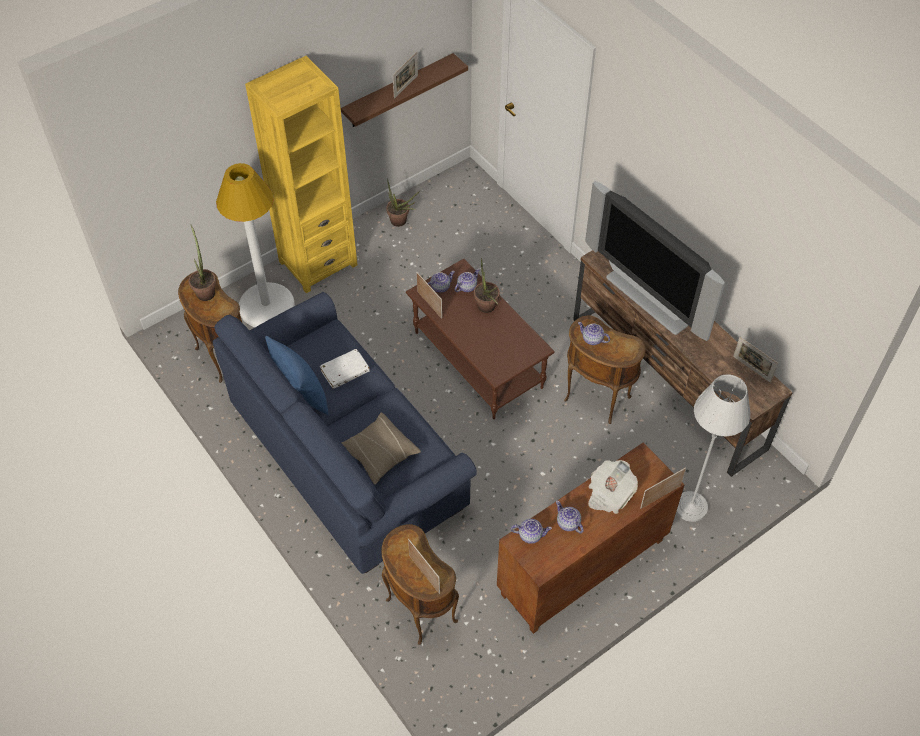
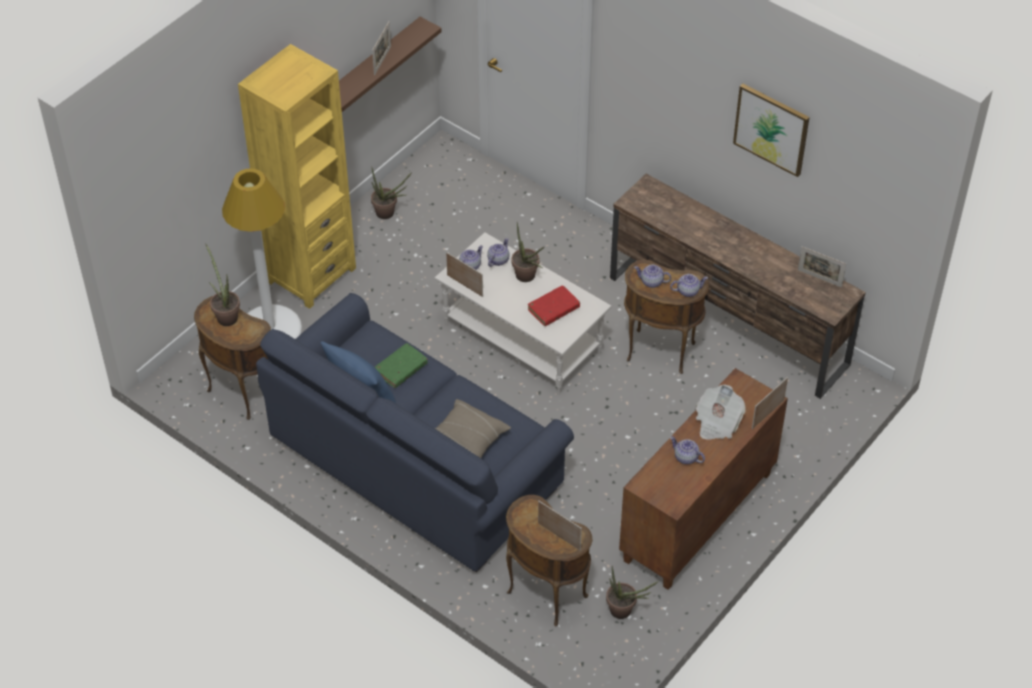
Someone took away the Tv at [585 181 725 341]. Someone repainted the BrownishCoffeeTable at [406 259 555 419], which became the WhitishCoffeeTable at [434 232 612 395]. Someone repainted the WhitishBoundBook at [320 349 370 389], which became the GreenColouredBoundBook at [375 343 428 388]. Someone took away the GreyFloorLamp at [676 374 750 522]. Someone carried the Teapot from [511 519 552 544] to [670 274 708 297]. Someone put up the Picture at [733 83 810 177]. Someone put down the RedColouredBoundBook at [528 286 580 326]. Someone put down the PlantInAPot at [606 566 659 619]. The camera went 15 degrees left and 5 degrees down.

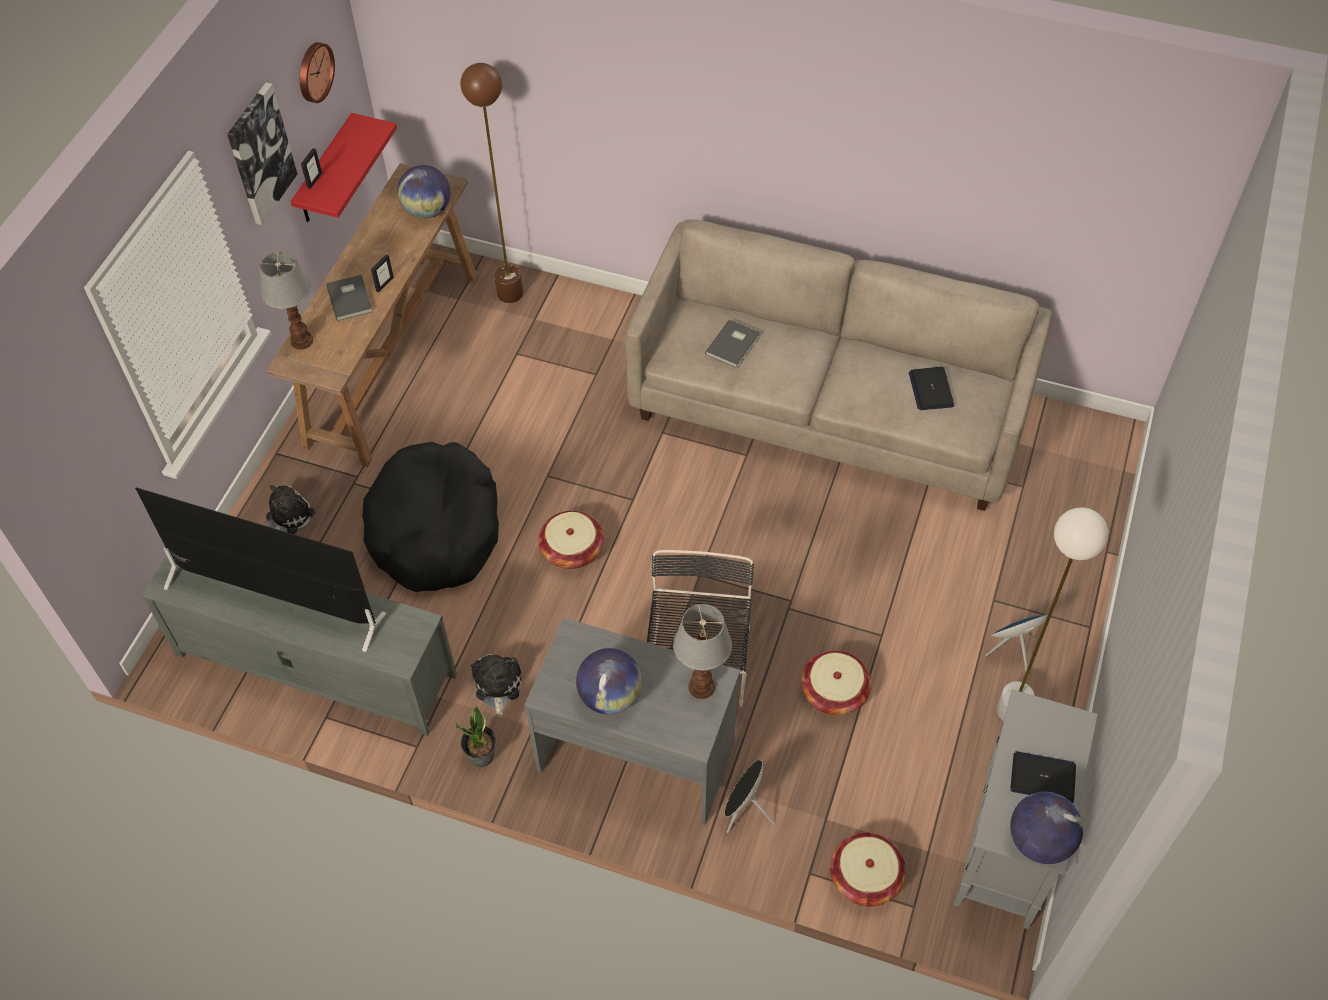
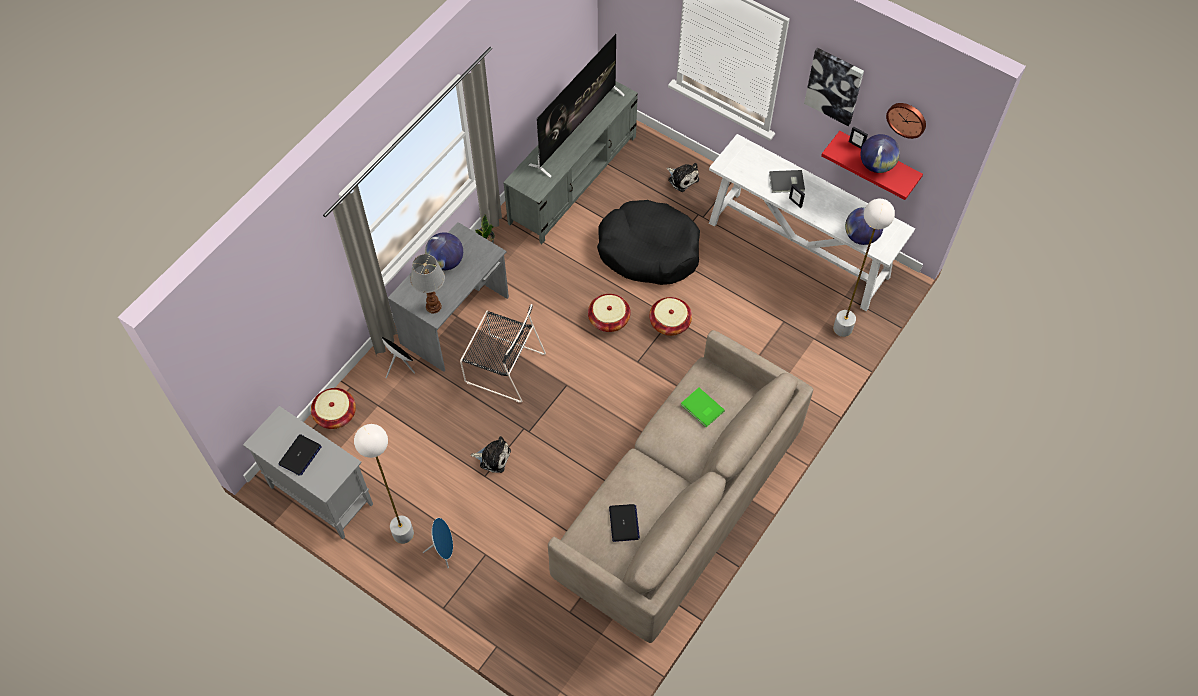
Someone repainted the BrownishFloorLamp at [460 63 523 303], which became the WhitishFloorLamp at [833 199 895 337]. Someone repainted the BrownishNarrowTable at [267 163 477 467], which became the WhitishNarrowTable at [709 134 915 311]. Someone took away the TableLamp at [260 251 313 350]. Someone repainted the GreyBoundBook at [705 320 760 368], which became the GreenColouredBoundBook at [681 388 725 428]. Someone rotated the PortableComputer at [909 367 954 410] by 75 degrees clockwise. Someone carried the StorageBasket from [801 650 871 715] to [649 297 692 336]. Someone carried the CuddlyToy from [471 654 522 717] to [470 436 511 473]. Someone carried the Globe from [1010 792 1083 864] to [861 134 900 173]. The camera went 105 degrees right and 5 degrees up.

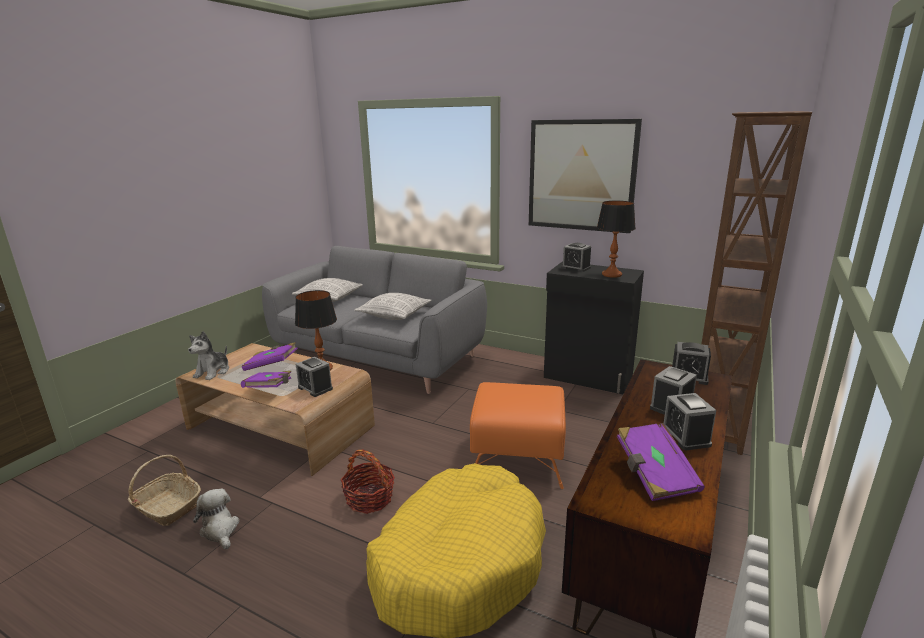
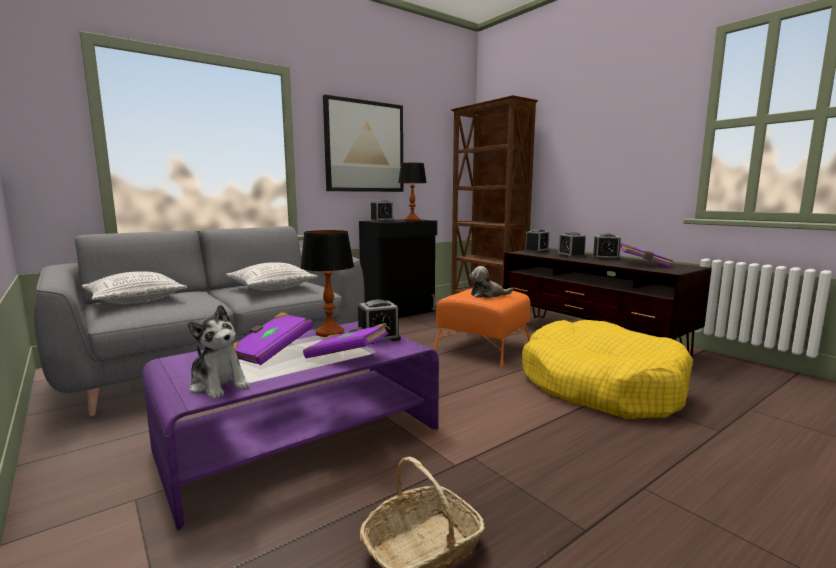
Someone repainted the BrownishCoffeeTable at [175 343 375 476], which became the PurpleColouredCoffeeTable at [142 322 439 530]. Someone took away the StorageBasket at [341 450 395 514]. Someone carried the CuddlyToy from [193 488 239 549] to [469 266 513 298]. The camera went 65 degrees left and 10 degrees down.

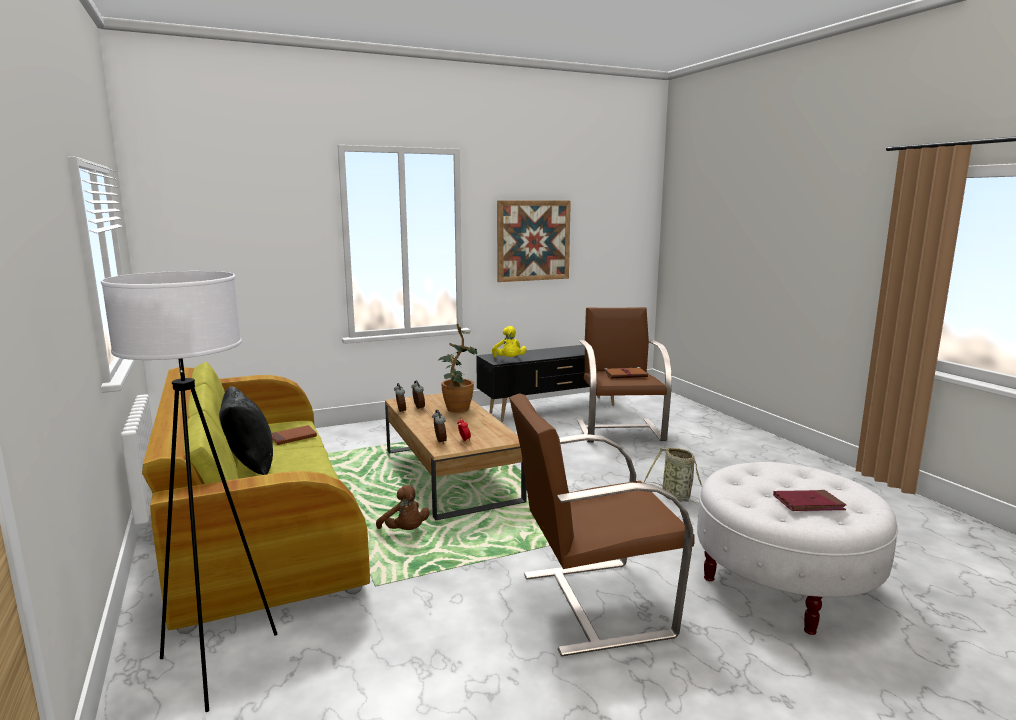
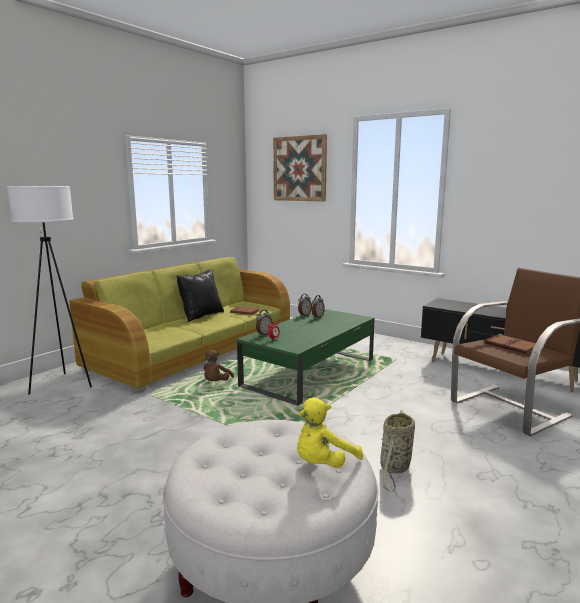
Someone carried the Picture from [497 201 571 282] to [273 134 327 202]. Someone took away the PlantInAPot at [438 324 477 413]. Someone carried the YellowCuddlyToy from [492 326 527 358] to [297 398 363 468]. Someone repainted the BrownishCoffeeTable at [385 393 527 520], which became the GreenColouredCoffeeTable at [237 309 375 406]. Someone took away the BrownishArmchair at [509 393 694 656]. Someone took away the RedColouredBoundBook at [773 490 846 511]. The camera went 60 degrees right and 0 degrees up.

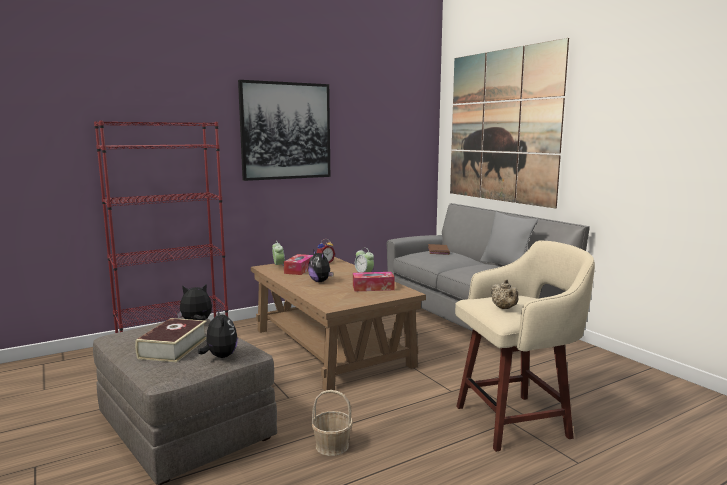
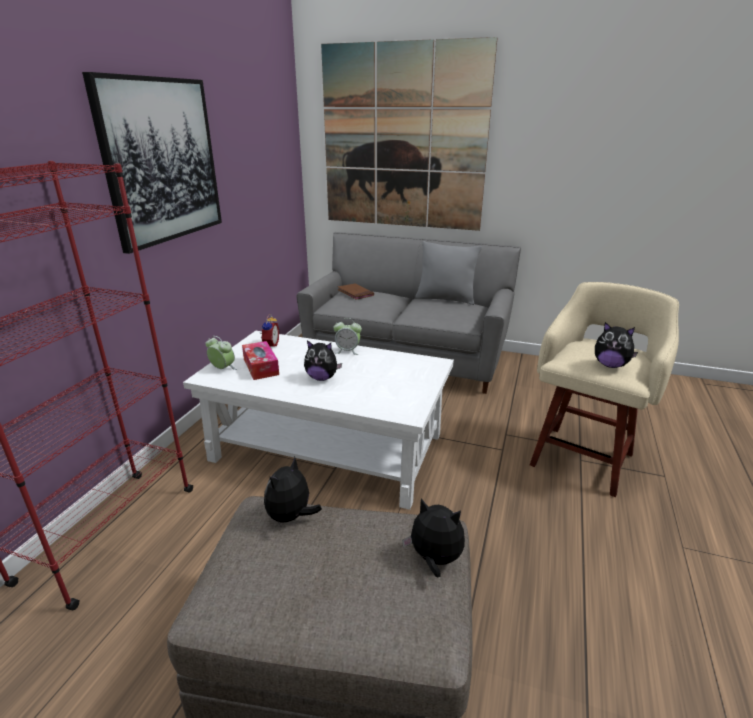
Someone repainted the BrownishCoffeeTable at [251 257 426 391], which became the WhitishCoffeeTable at [183 331 454 510]. Someone took away the TissueHolder at [353 272 395 291]. Someone swapped the SandColouredTeapot at [491 279 518 309] for the CuddlyToy at [595 322 638 368]. Someone took away the BoundBook at [135 318 207 362]. Someone took away the StorageBasket at [311 390 353 456]. The camera went 40 degrees left and 15 degrees up.

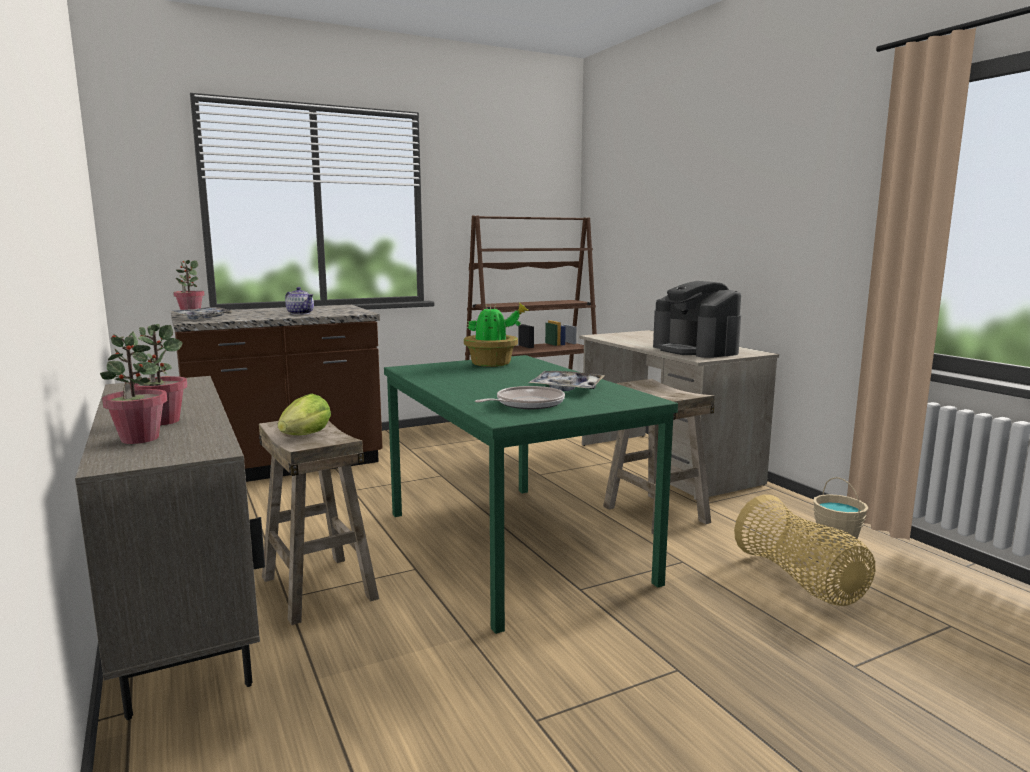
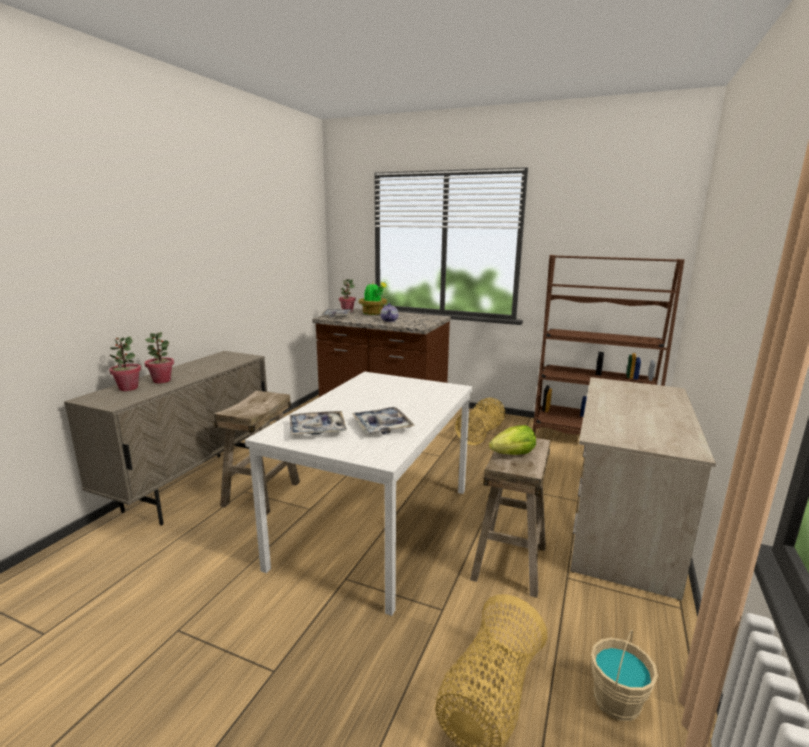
Someone took away the CoffeeMachine at [653 281 741 358]. Someone carried the PlantInAPot from [464 303 529 367] to [359 281 387 315]. Someone repainted the GreenColouredDinnerTable at [384 355 678 634], which became the WhitishDinnerTable at [245 372 472 616]. Someone swapped the Pan at [475 386 565 409] for the CarryingTray at [290 411 347 435]. Someone carried the HeadOfLettuce from [278 394 331 435] to [489 425 536 455]. Someone put down the StorageBasket at [455 398 505 445]. The camera went 50 degrees right and 5 degrees up.

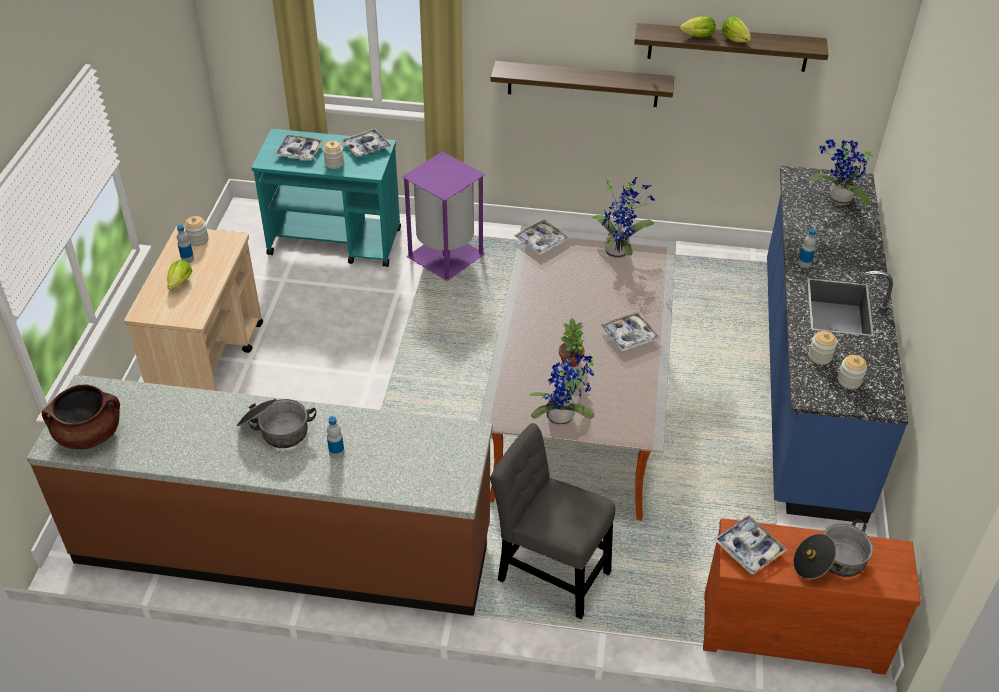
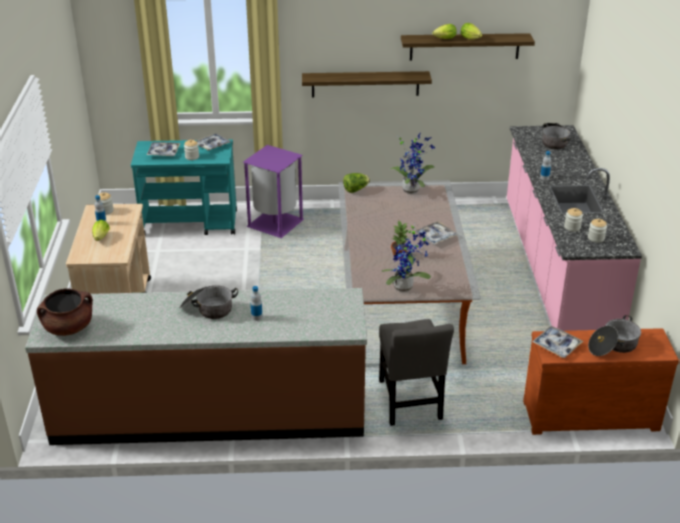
Someone swapped the PlantInAPot at [810 138 873 205] for the Saucepot at [542 123 570 149]. Someone repainted the BluishKitchenCounter at [767 165 909 524], which became the PinkColouredKitchenCounter at [507 125 642 331]. Someone swapped the CarryingTray at [514 219 569 255] for the HeadOfLettuce at [343 173 370 193]. Someone rotated the GreyPlainChair at [490 423 615 619] by 120 degrees counterclockwise. The camera went 10 degrees left and 10 degrees down.

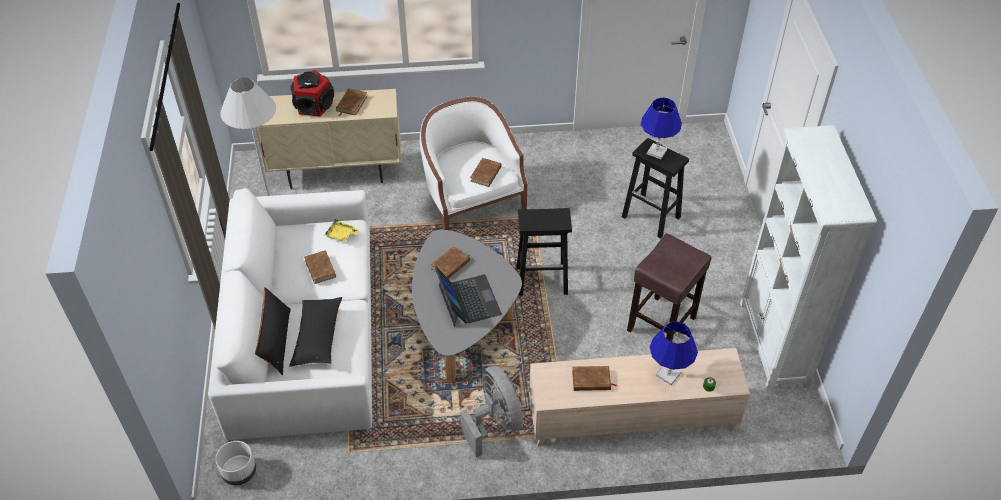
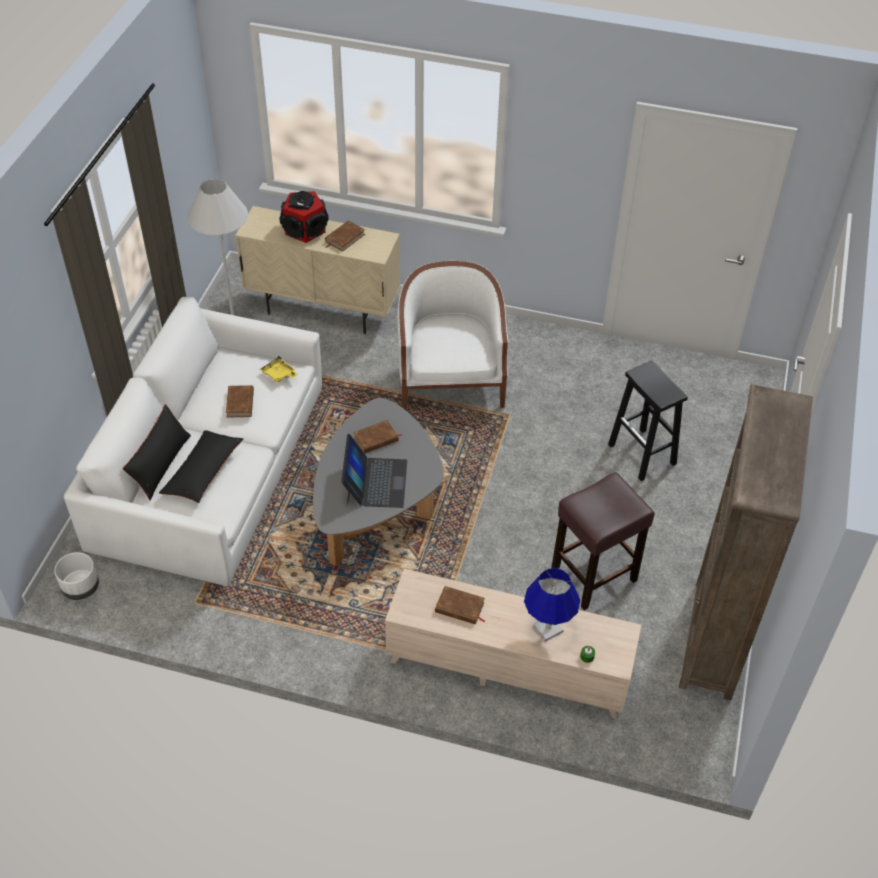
Someone took away the BluishTableLamp at [640 97 682 159]. Someone repainted the WhitishBookcase at [740 125 877 390], which became the BrownishBookcase at [679 384 813 701]. Someone took away the BrownishBoundBook at [470 158 501 187]. Someone took away the BlackStool at [517 208 572 296]. Someone took away the GreyFan at [460 366 523 458]. The camera went 20 degrees right and 0 degrees up.

